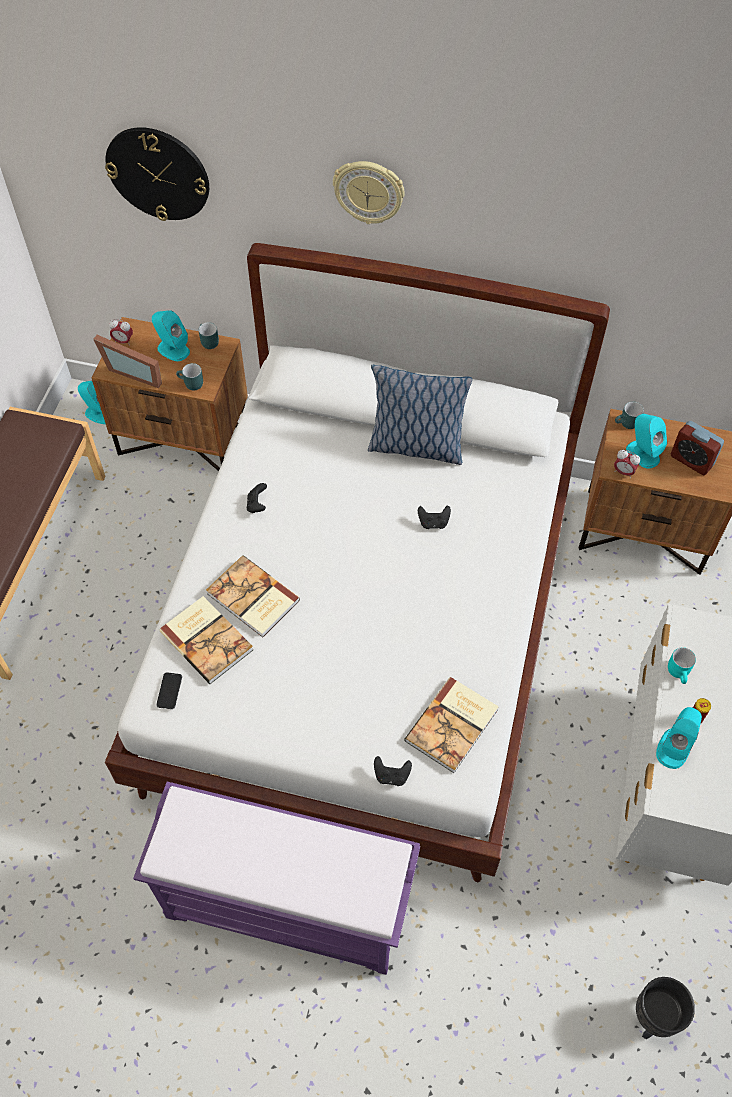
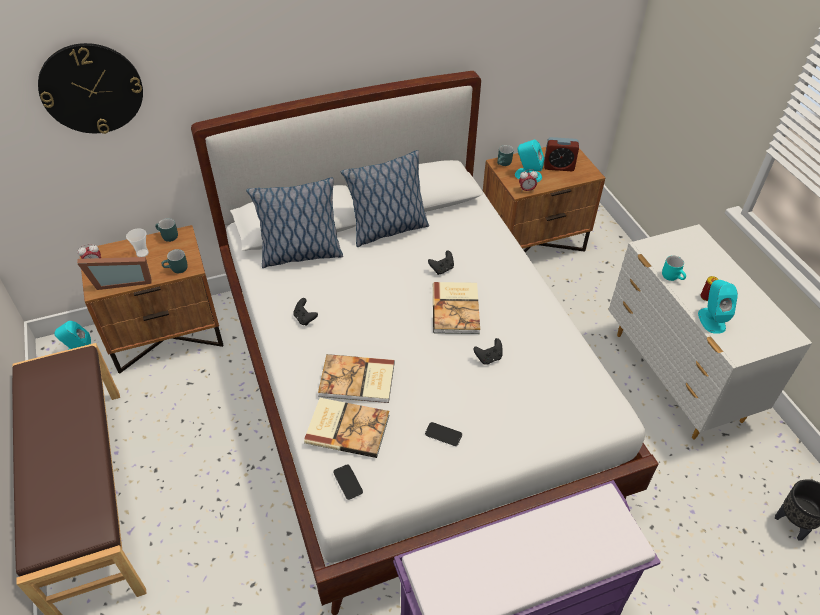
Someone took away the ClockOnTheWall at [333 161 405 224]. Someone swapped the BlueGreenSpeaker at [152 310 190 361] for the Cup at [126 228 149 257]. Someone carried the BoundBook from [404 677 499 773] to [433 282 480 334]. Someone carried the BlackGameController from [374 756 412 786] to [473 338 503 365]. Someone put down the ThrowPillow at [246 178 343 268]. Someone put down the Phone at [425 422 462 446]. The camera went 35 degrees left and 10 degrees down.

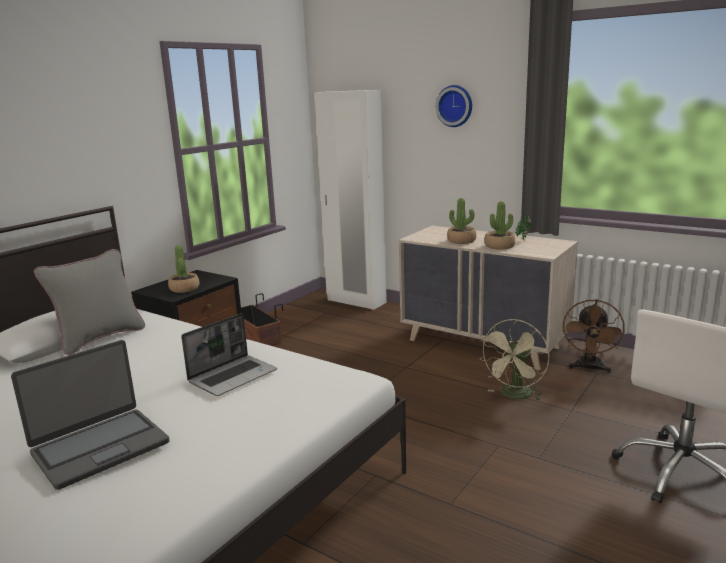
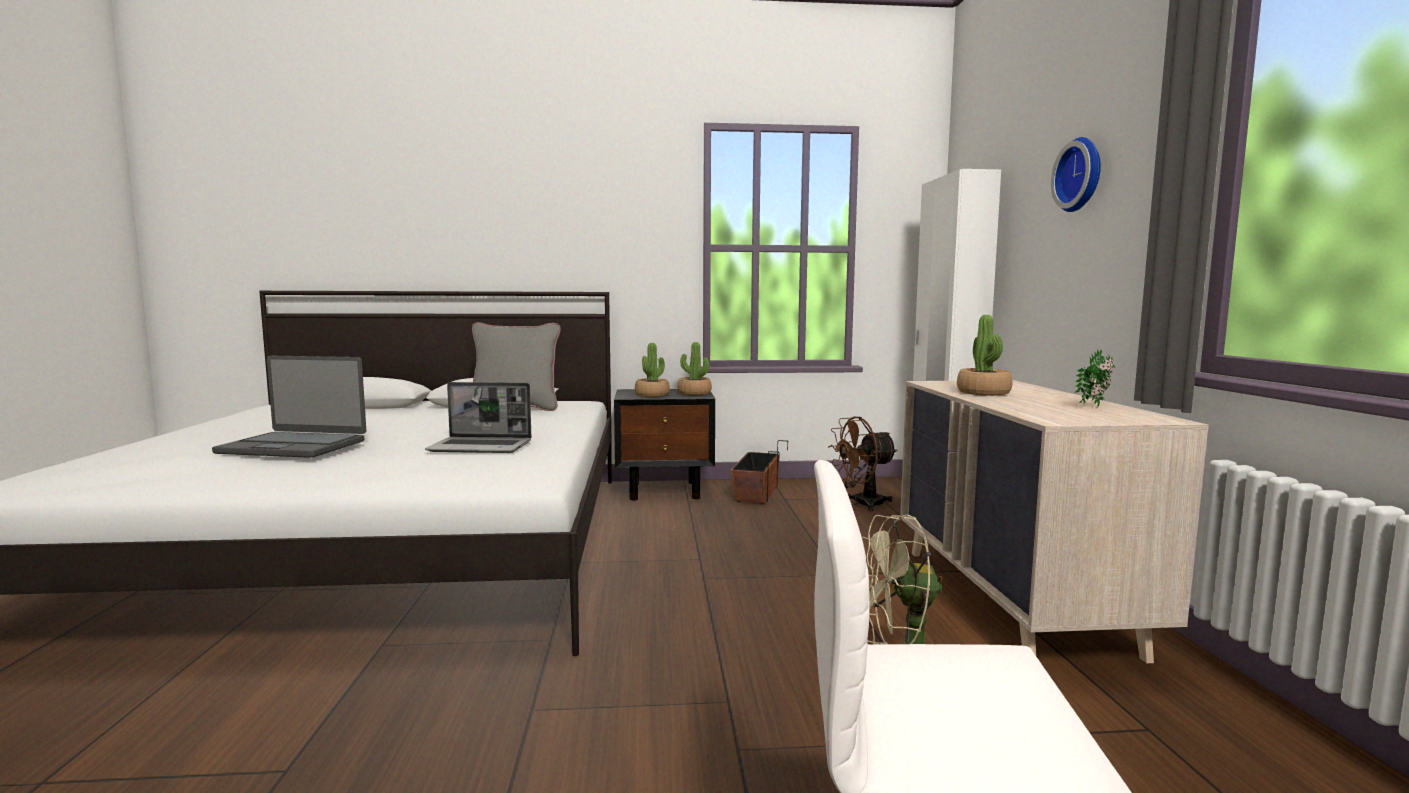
Someone carried the PlantInAPot from [484 201 515 250] to [677 342 712 395]. Someone carried the BrownishFan from [563 299 625 373] to [828 417 898 511]. The camera went 50 degrees right and 10 degrees down.

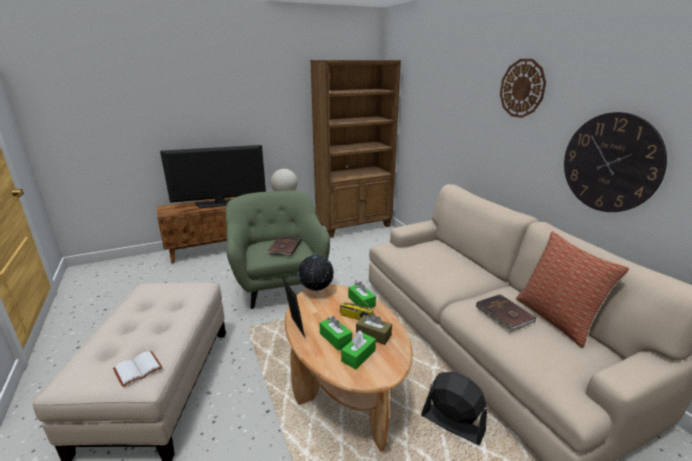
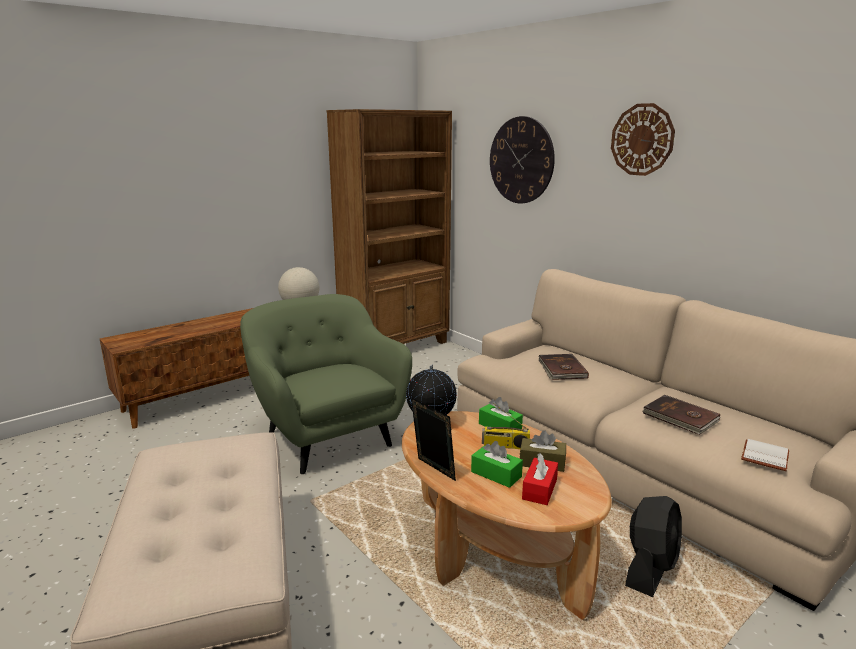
Someone carried the ClockOnTheWall from [564 112 667 212] to [490 116 555 203]. Someone took away the Tv at [160 145 266 208]. Someone took away the ThrowPillow at [516 231 629 348]. Someone carried the BrownishBoundBook from [266 236 301 256] to [538 354 589 380]. Someone repainted the GreenColouredTissueHolder at [341 331 376 369], which became the RedColouredTissueHolder at [522 453 558 505]. Someone carried the WhitishBoundBook from [113 351 163 387] to [741 439 789 471]. Someone rotated the BlackFan at [421 372 487 446] by 105 degrees clockwise. The camera went 15 degrees left and 5 degrees down.

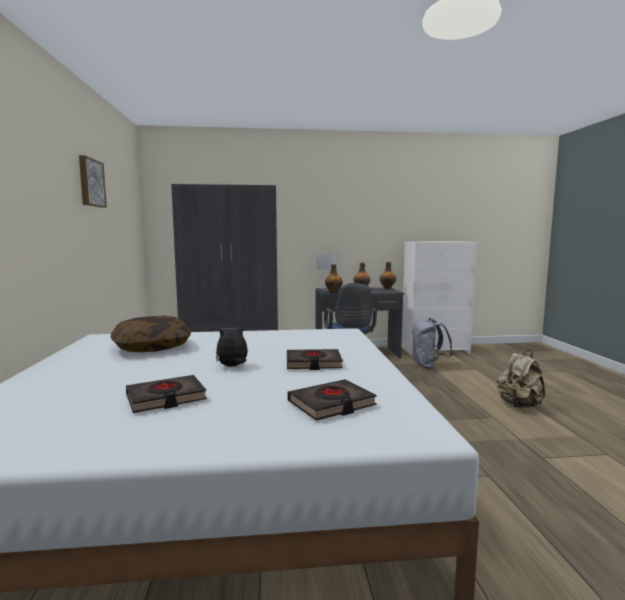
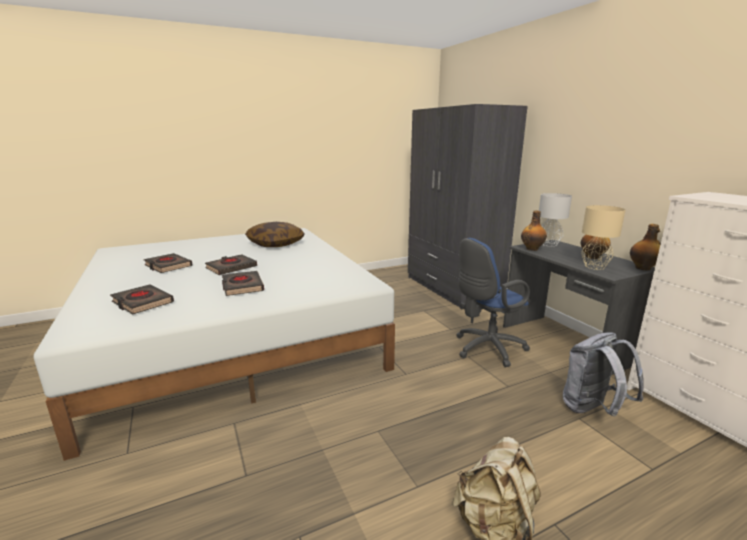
Someone took away the Picture at [79 155 107 208]. Someone swapped the CuddlyToy at [216 326 248 367] for the BlackBoundBook at [205 254 257 275]. Someone put down the SandColouredTableLamp at [581 205 625 270]. The camera went 70 degrees right and 10 degrees up.

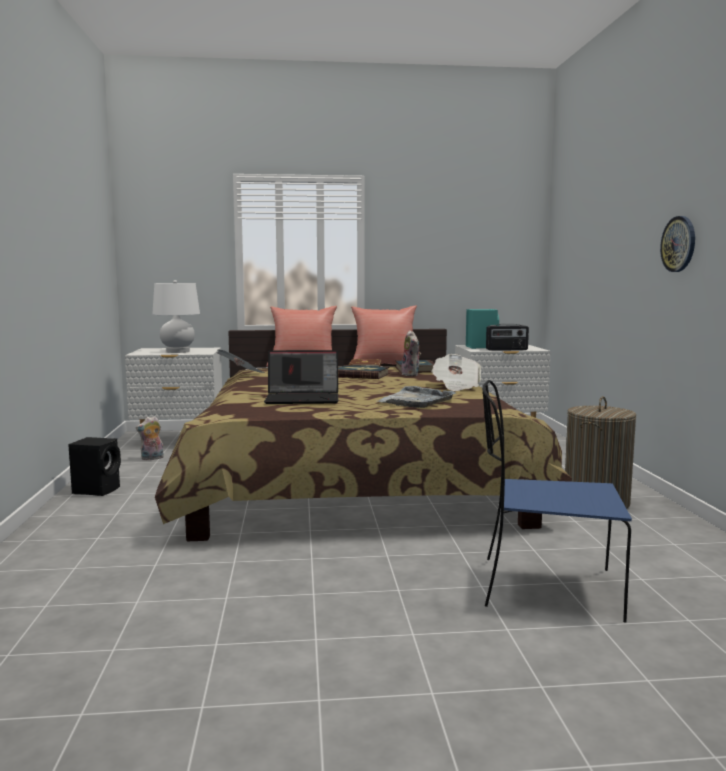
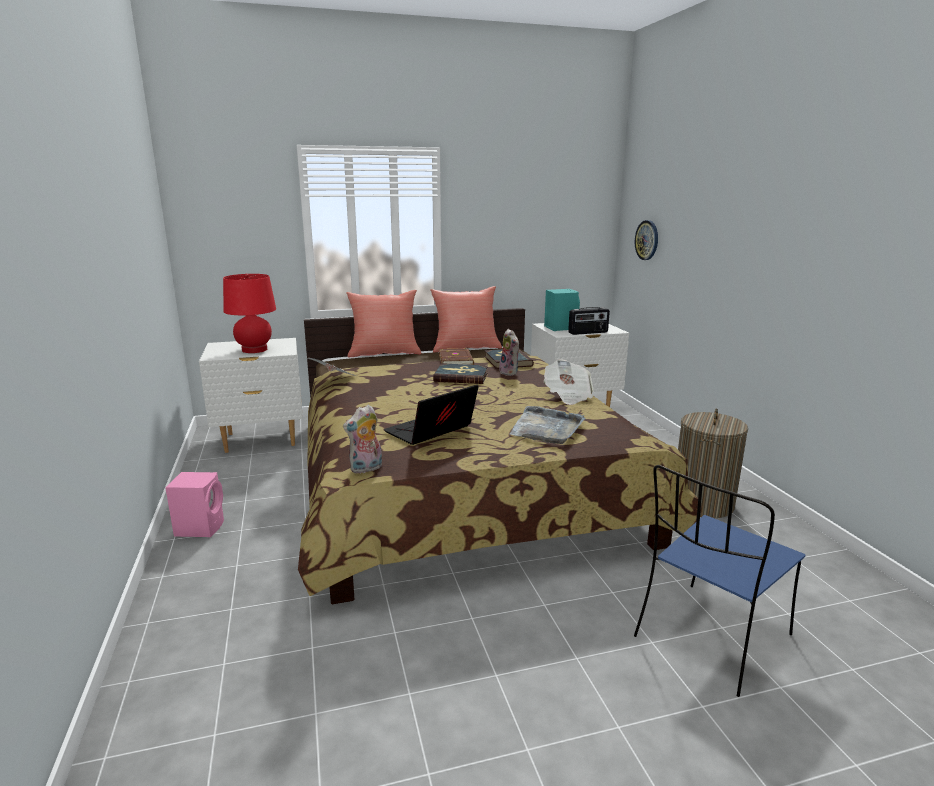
Someone carried the ClockOnTheWall from [660 216 695 272] to [635 220 658 260]. Someone repainted the WhitishTableLamp at [152 280 200 353], which became the RedColouredTableLamp at [223 274 276 353]. Someone rotated the PortableComputer at [264 350 338 404] by 150 degrees clockwise. Someone rotated the BluishPlainChair at [482 380 632 623] by 45 degrees counterclockwise. Someone carried the CuddlyToy from [136 416 164 460] to [343 405 382 474]. Someone repainted the BlackSpeaker at [68 437 121 496], which became the PinkColouredSpeaker at [165 472 224 537]. The camera went 10 degrees left and 10 degrees up.

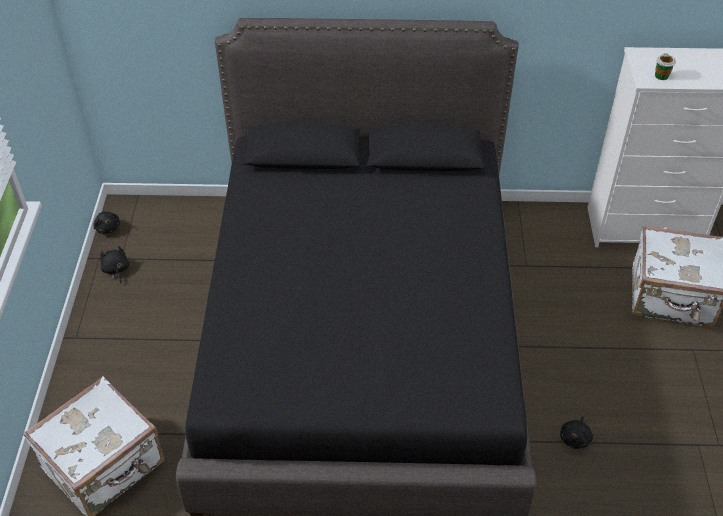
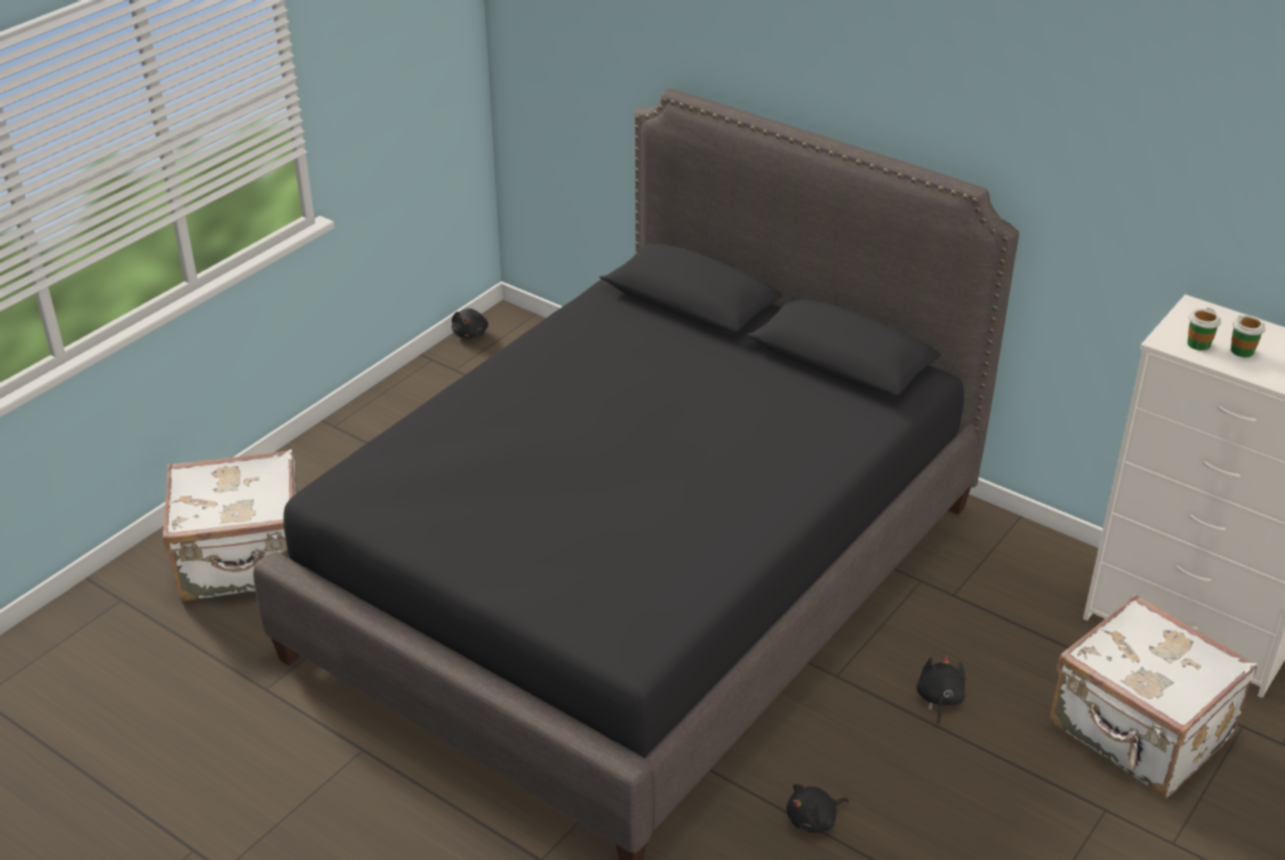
Someone carried the BlackCuddlyToy from [100 245 129 283] to [917 655 966 724]. Someone put down the Cup at [1231 315 1266 357]. The camera went 35 degrees right and 10 degrees down.

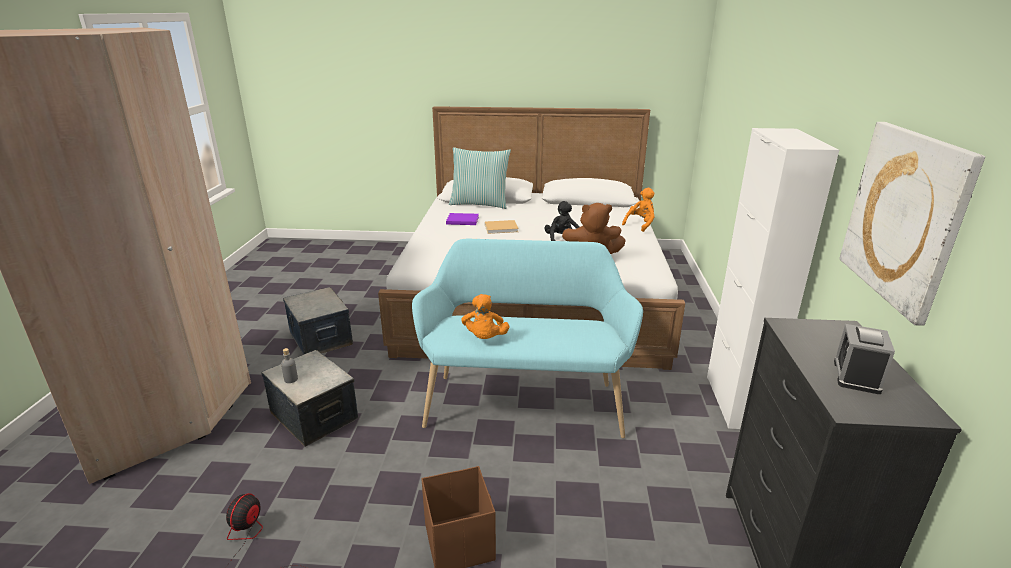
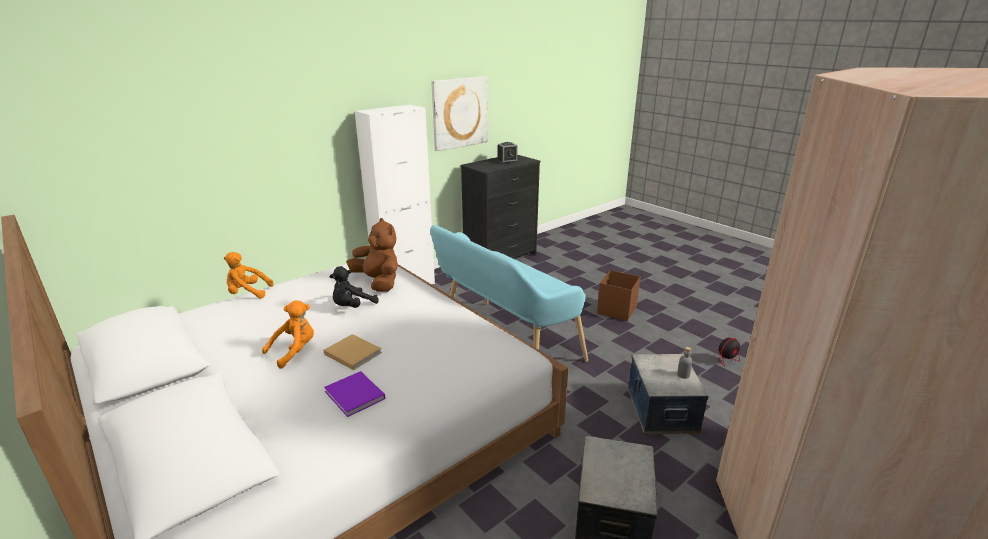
Someone took away the ThrowPillow at [449 147 511 209]. Someone carried the OrangeColouredCuddlyToy from [461 294 509 339] to [262 300 314 369]. The camera went 135 degrees left and 0 degrees up.

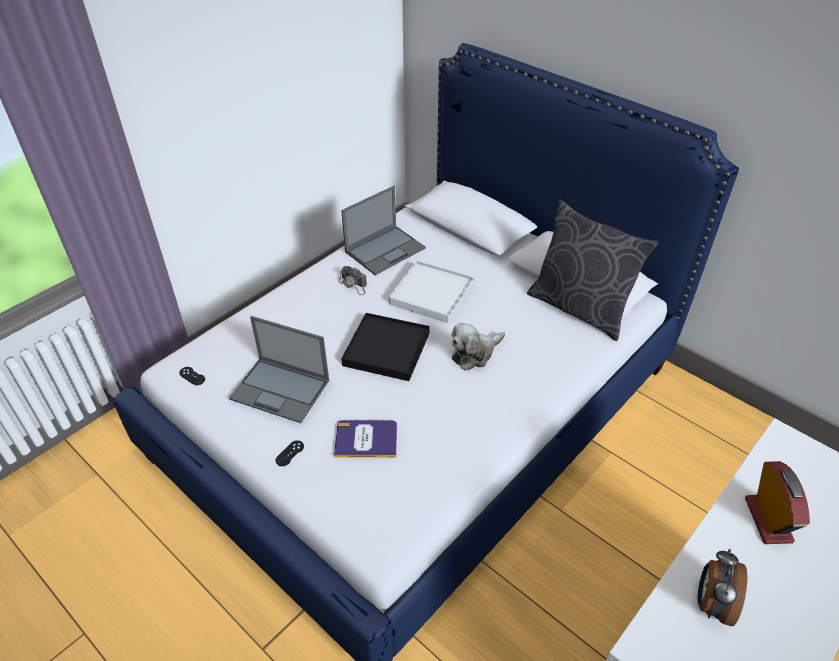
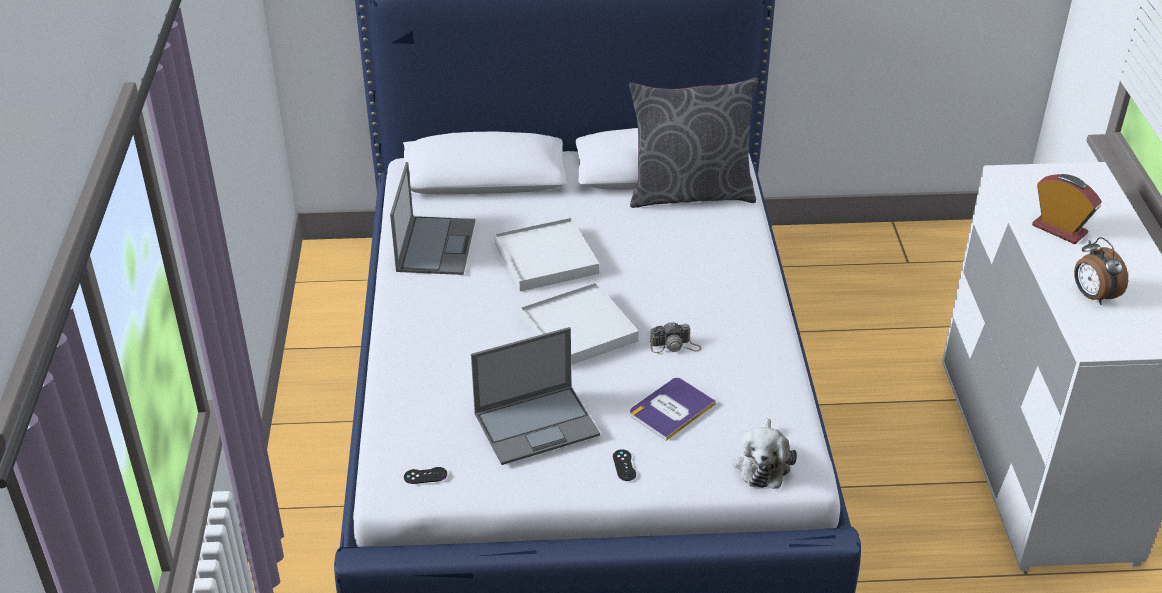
Someone carried the StillCamera from [338 266 367 295] to [650 322 701 353]. Someone repainted the BlackCarryingTray at [341 313 430 381], which became the WhitishCarryingTray at [520 282 639 365]. Someone carried the CuddlyToy from [452 322 505 371] to [733 418 797 489]. The camera went 45 degrees left and 5 degrees down.

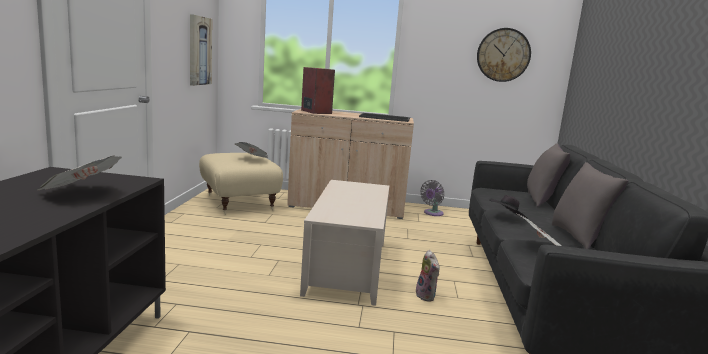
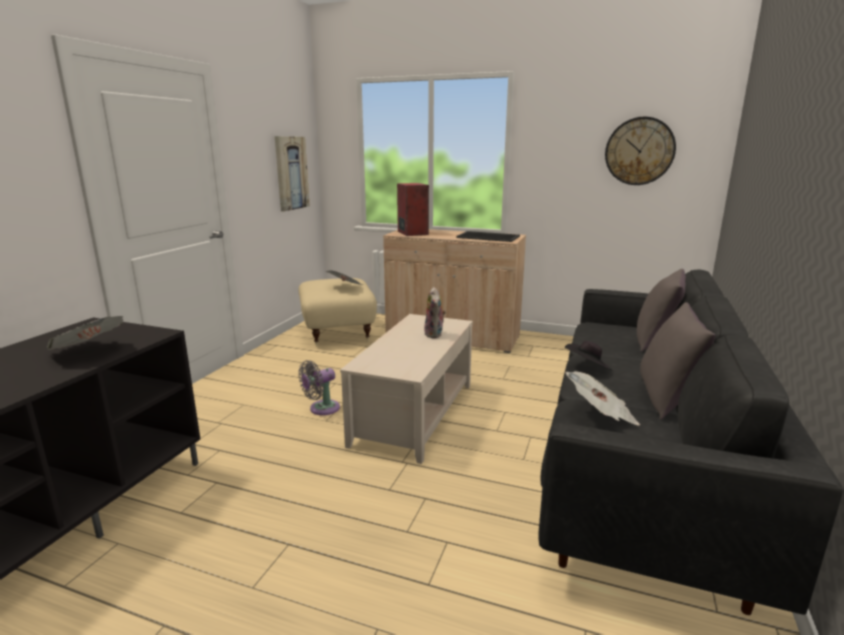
Someone carried the GreyFan from [420 180 445 216] to [298 360 340 415]. Someone carried the CuddlyToy from [416 250 440 302] to [424 287 446 338]. The camera went 15 degrees right and 5 degrees up.

